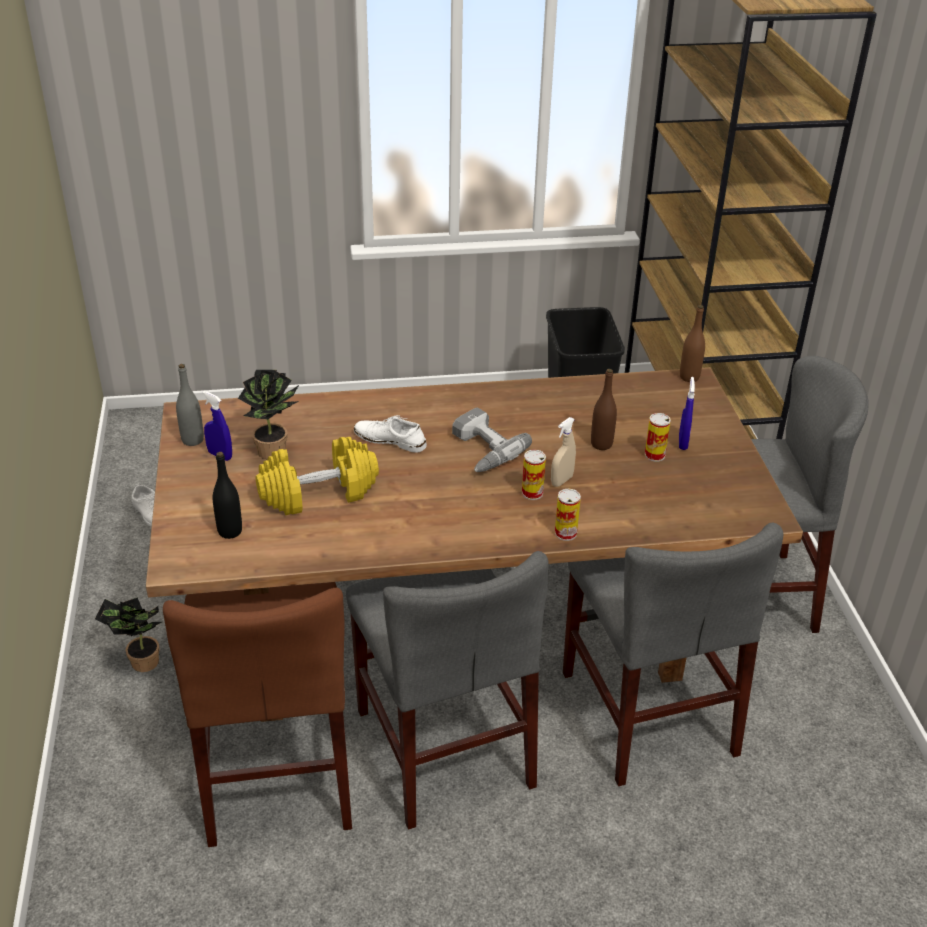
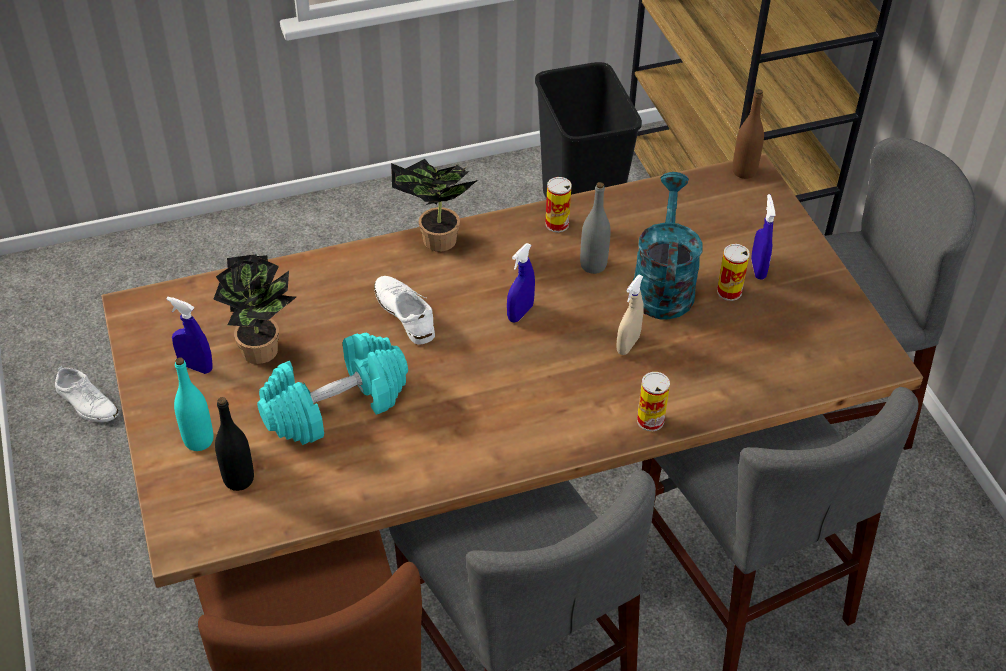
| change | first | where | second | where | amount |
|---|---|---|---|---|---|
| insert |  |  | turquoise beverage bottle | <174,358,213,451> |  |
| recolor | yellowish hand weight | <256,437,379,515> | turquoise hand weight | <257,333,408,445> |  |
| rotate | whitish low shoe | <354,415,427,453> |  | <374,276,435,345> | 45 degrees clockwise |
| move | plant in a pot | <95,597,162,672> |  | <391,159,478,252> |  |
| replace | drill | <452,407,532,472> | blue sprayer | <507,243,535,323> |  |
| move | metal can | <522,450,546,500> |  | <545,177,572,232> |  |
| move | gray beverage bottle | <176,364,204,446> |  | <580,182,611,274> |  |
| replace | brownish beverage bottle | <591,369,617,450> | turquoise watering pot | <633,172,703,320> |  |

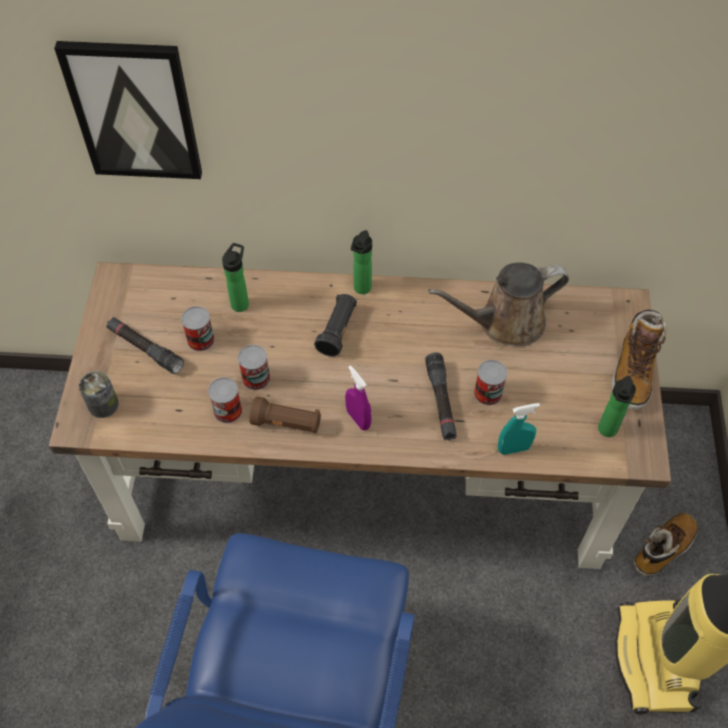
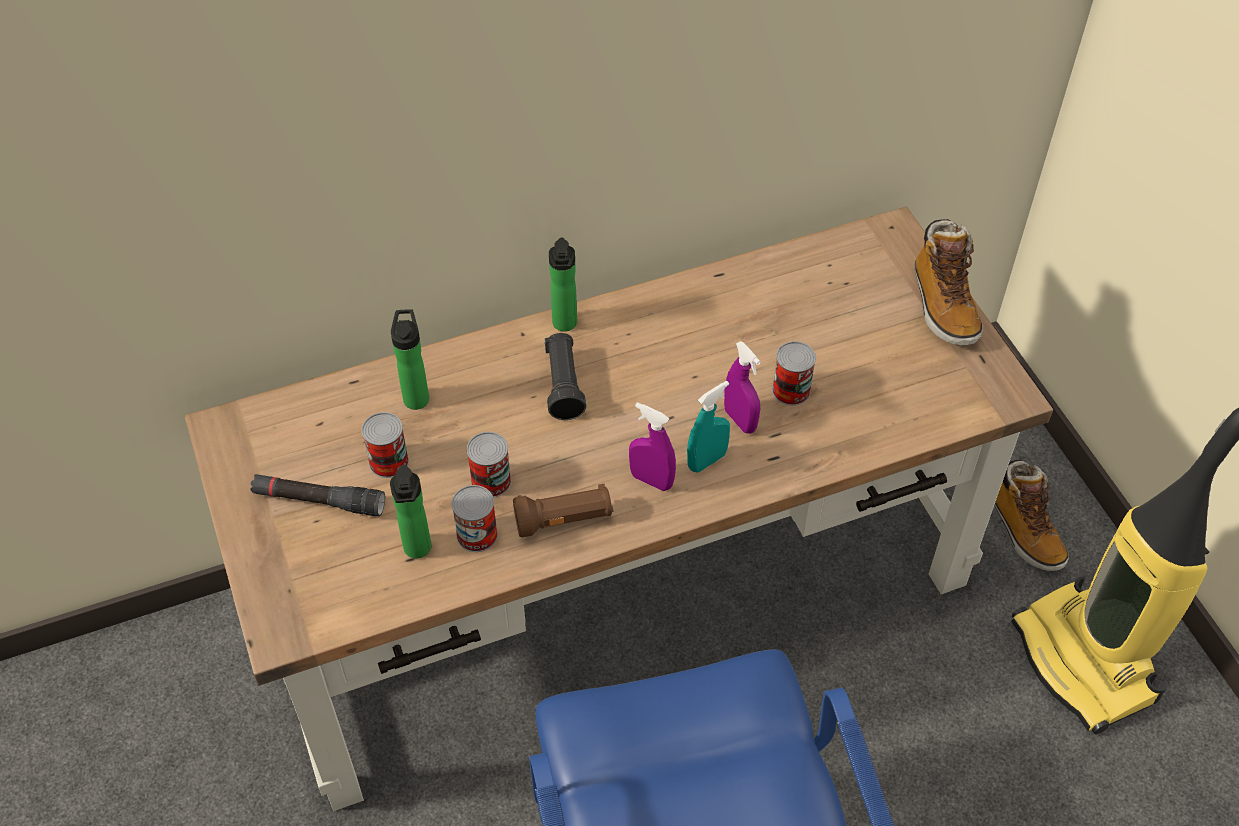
| change | first | where | second | where | amount |
|---|---|---|---|---|---|
| move | beverage bottle | <598,376,636,437> |  | <390,465,431,559> |  |
| move | turquoise sprayer | <498,403,540,455> |  | <687,381,730,473> |  |
| replace | blackish torch | <425,353,457,440> | purple-coloured sprayer | <724,341,761,434> |  |
| rotate | tall boot | <634,513,698,577> |  | <994,460,1069,571> | 135 degrees clockwise |
| delete | wall picture | <54,41,202,179> |  |  |  |
| delete | metal can | <79,371,119,418> |  |  |  |
| delete | brownish watering pot | <428,262,569,346> |  |  |  |

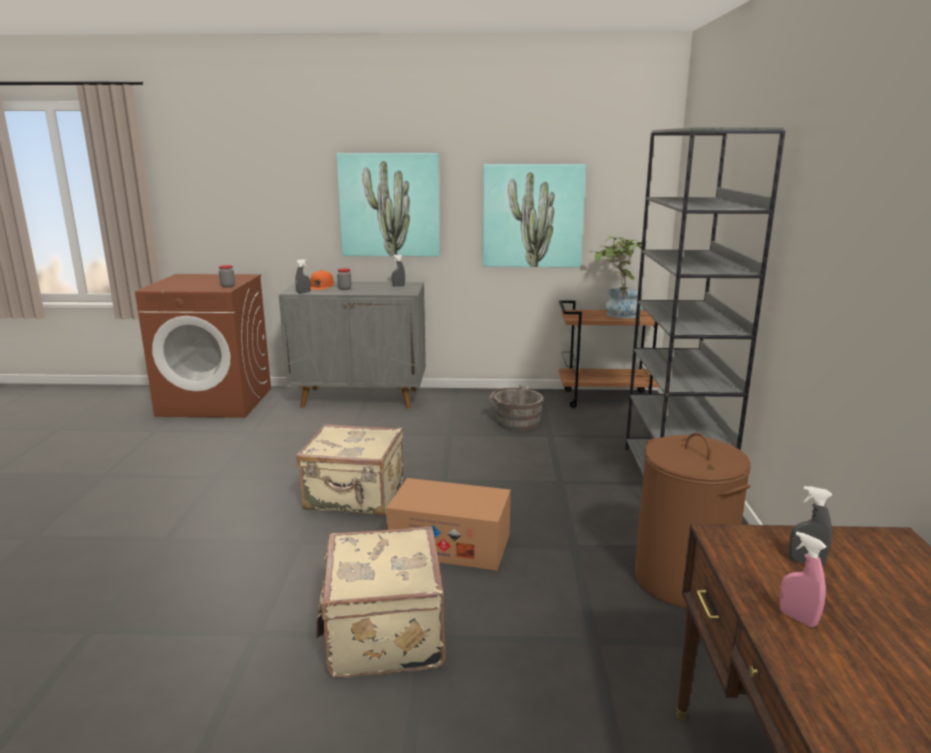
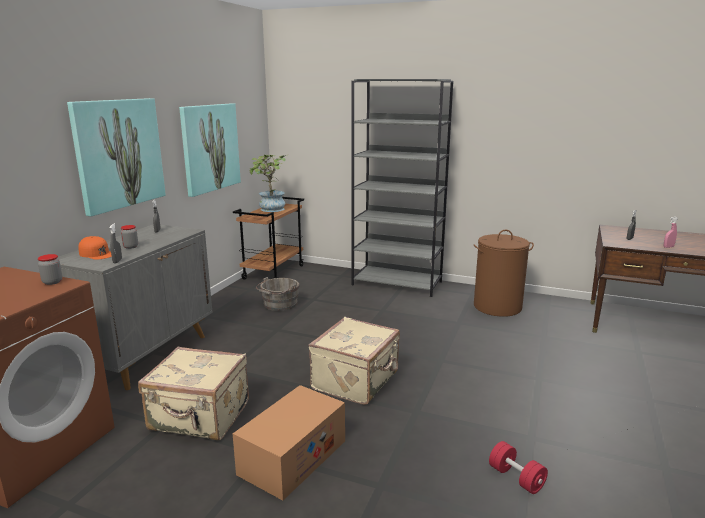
| change | first | where | second | where | amount |
|---|---|---|---|---|---|
| move | beige-coloured piece of luggage | <316,527,445,678> |  | <138,347,249,440> |  |
| move | packing box | <386,478,511,571> |  | <233,385,345,501> |  |
| insert |  |  | red hand weight | <489,441,548,494> |  |

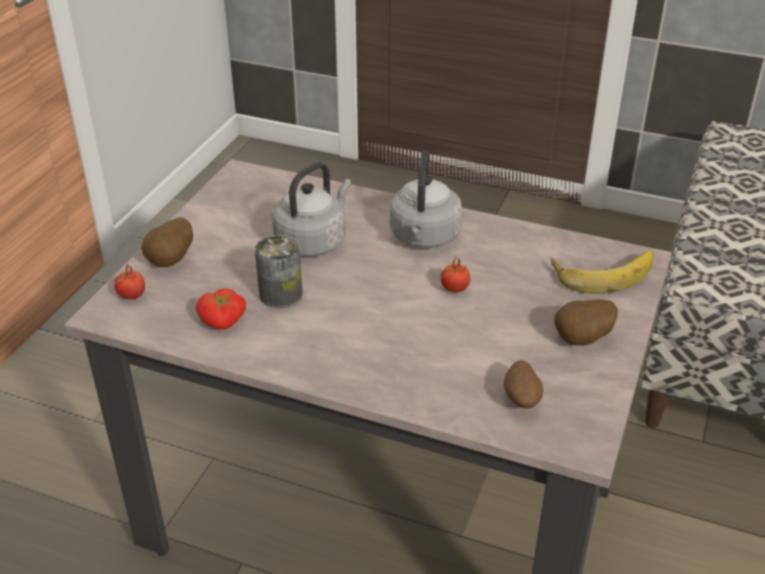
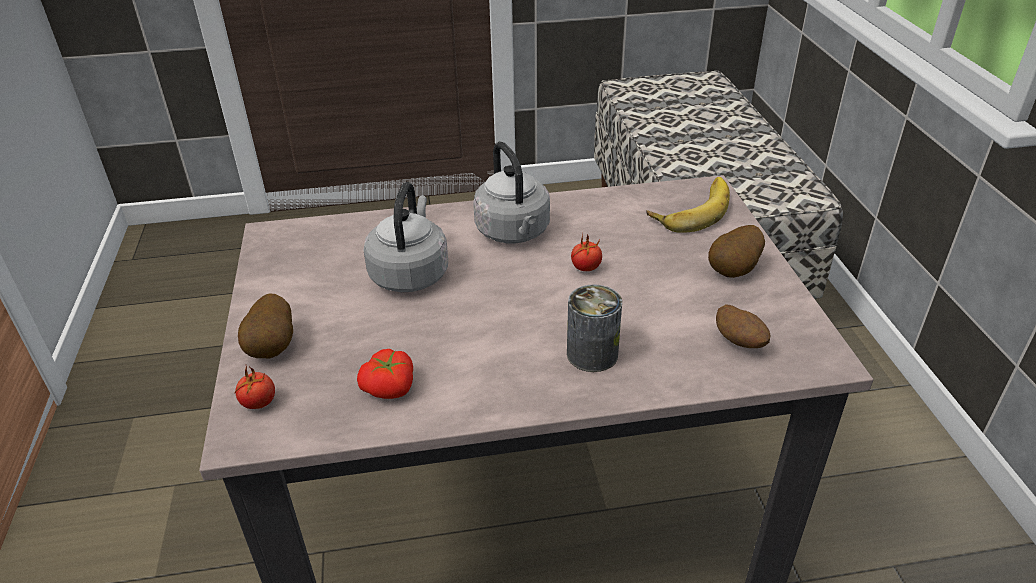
| change | first | where | second | where | amount |
|---|---|---|---|---|---|
| move | metal can | <255,235,303,308> |  | <567,284,622,372> |  |

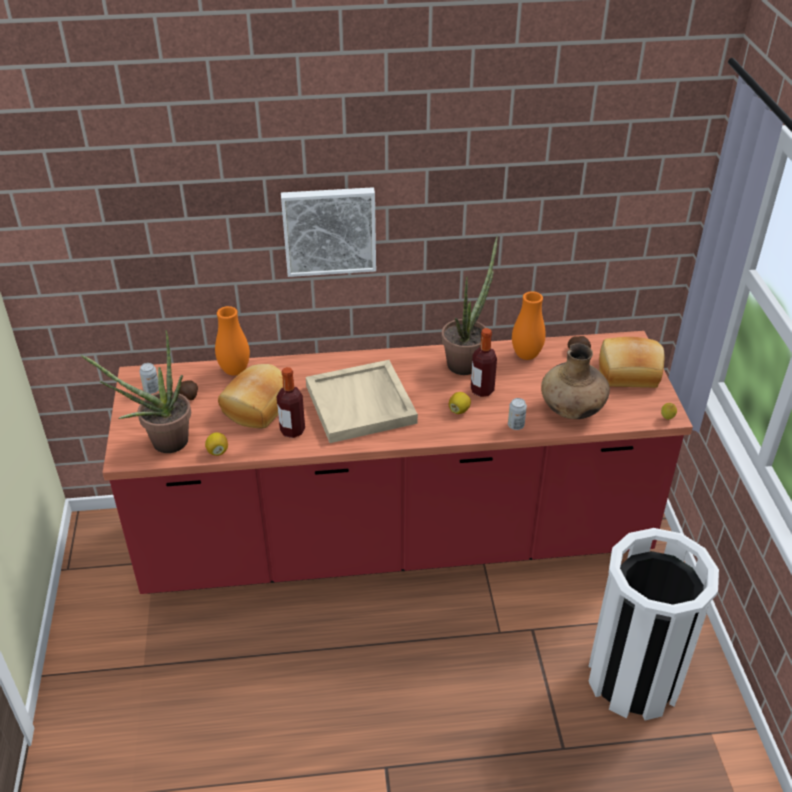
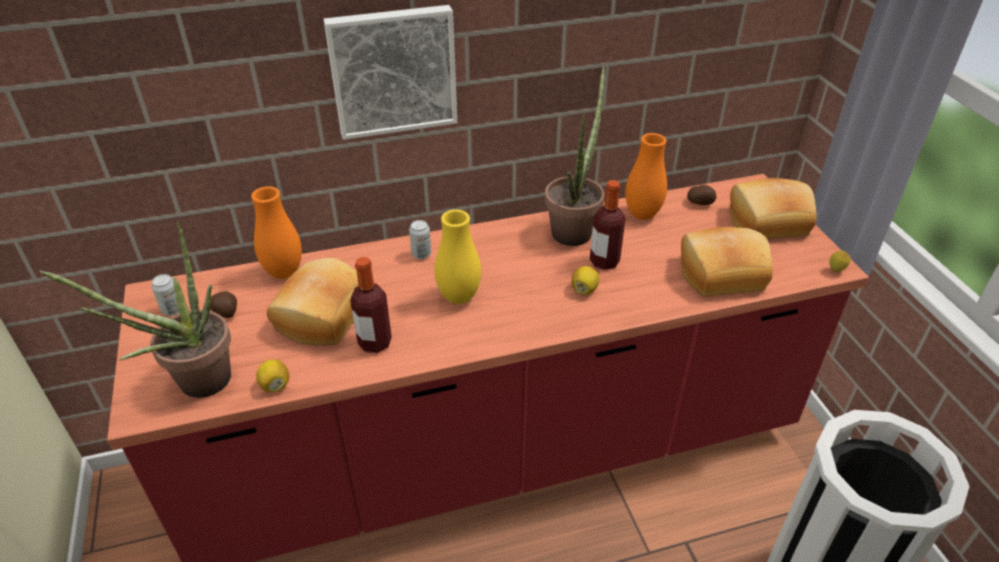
| change | first | where | second | where | amount |
|---|---|---|---|---|---|
| move | metal can | <508,398,527,430> |  | <409,220,431,259> |  |
| replace | beige-coloured carrying tray | <306,360,418,443> | yellowish vase | <435,209,481,304> |  |
| replace | brownish vase | <541,343,610,419> | baked bread | <681,227,773,296> |  |

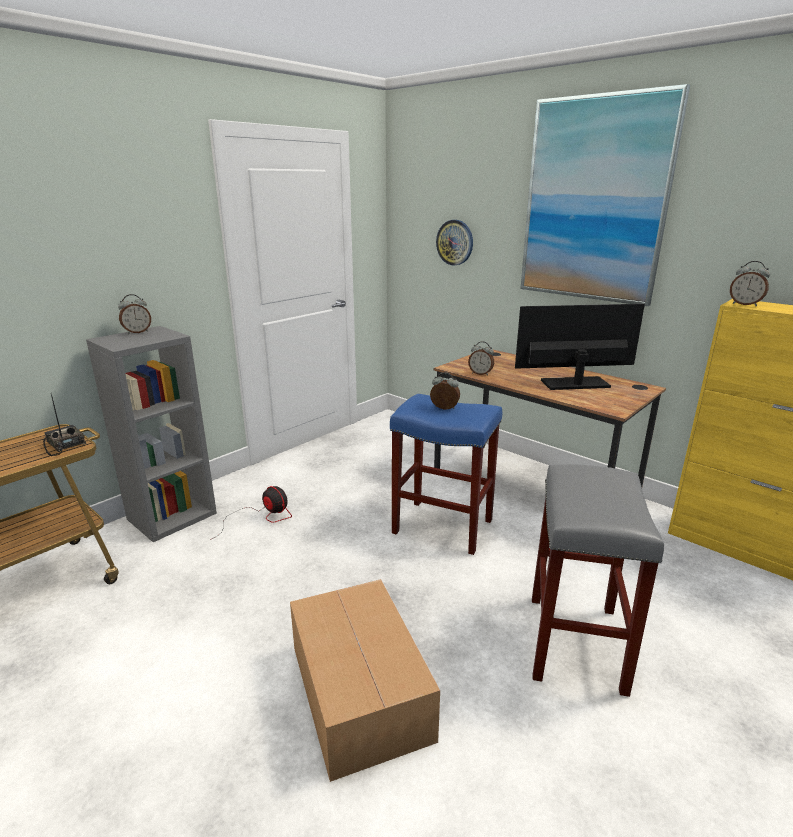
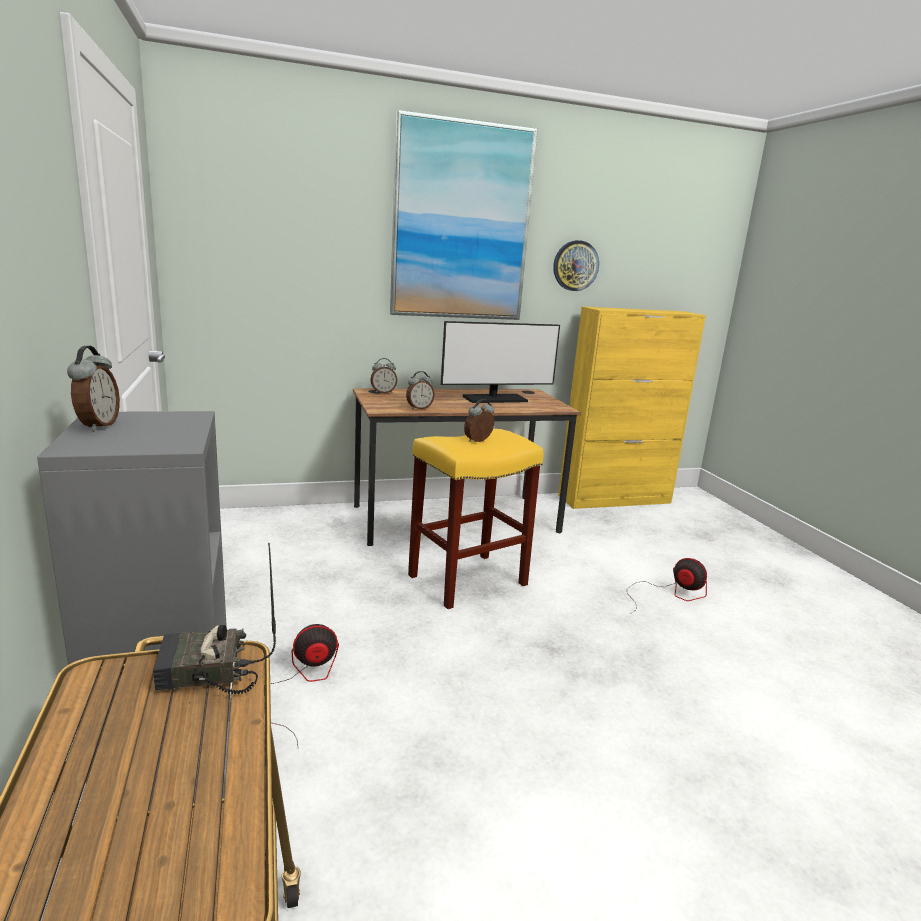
| change | first | where | second | where | amount |
|---|---|---|---|---|---|
| move | table clock | <730,261,770,306> |  | <370,358,397,393> |  |
| recolor | blue stool seat | <390,394,502,555> | yellowish stool seat | <408,429,543,609> |  |
| rotate | monitor | <515,304,645,390> |  | <441,321,560,403> | 135 degrees counterclockwise |
| move | wall clock | <436,220,473,266> |  | <553,240,599,291> |  |
| replace | gray stool seat | <532,464,664,697> | electric fan | <627,558,707,613> |  |
| delete | packing box | <290,579,440,782> |  |  |  |

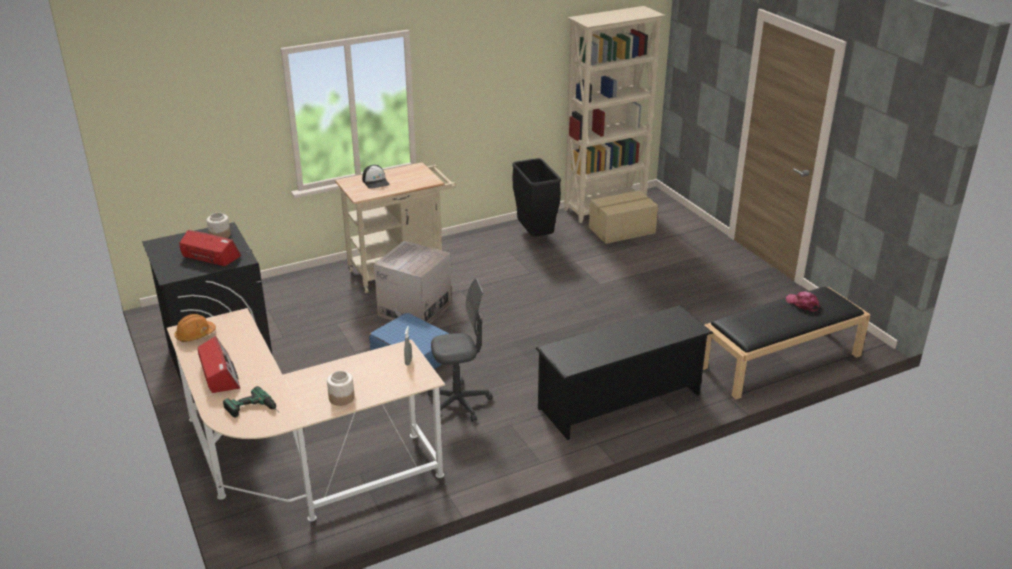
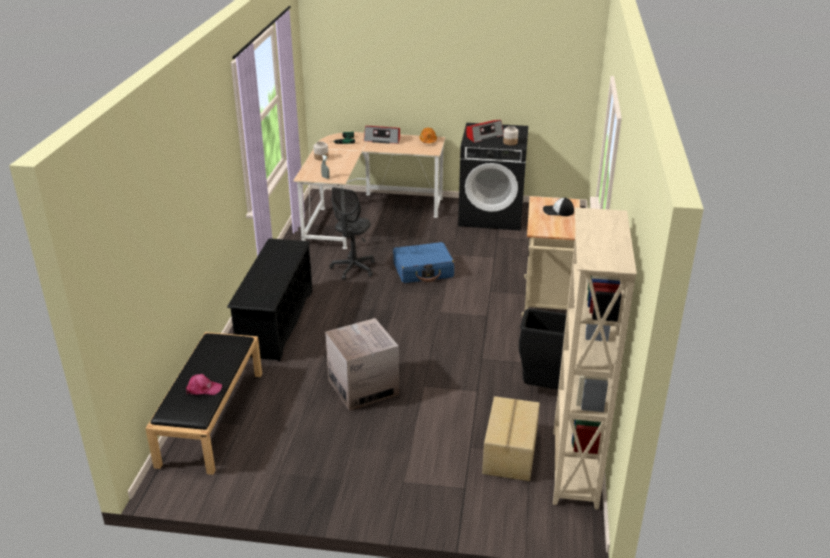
| change | first | where | second | where | amount |
|---|---|---|---|---|---|
| move | packing box | <374,241,452,324> |  | <325,318,399,411> |  |

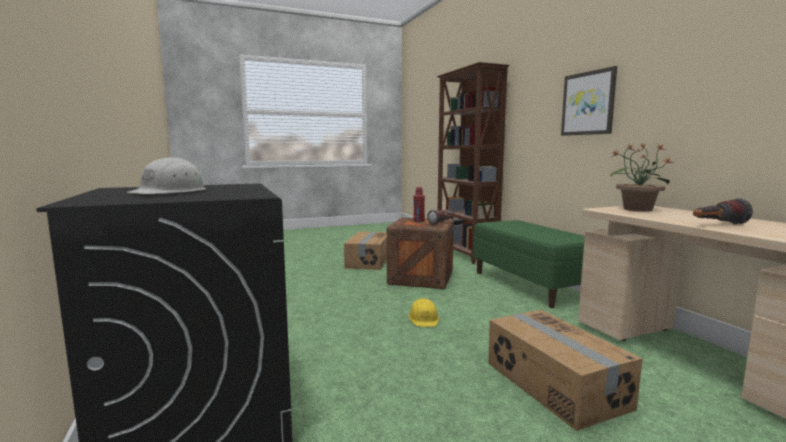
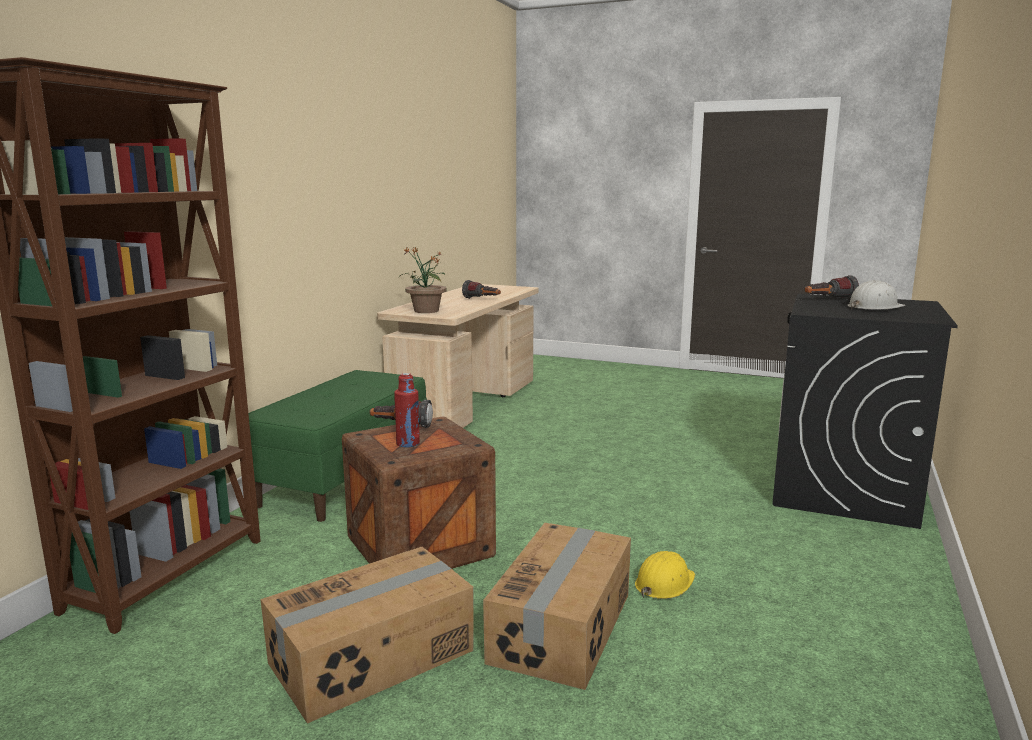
| change | first | where | second | where | amount |
|---|---|---|---|---|---|
| move | packing box | <488,310,643,431> |  | <483,523,631,690> |  |
| move | yellowish safety helmet | <408,298,439,327> |  | <635,551,695,599> |  |
| insert |  |  | torch | <805,275,859,300> |  |
| delete | wall picture | <561,66,617,136> |  |  |  |

